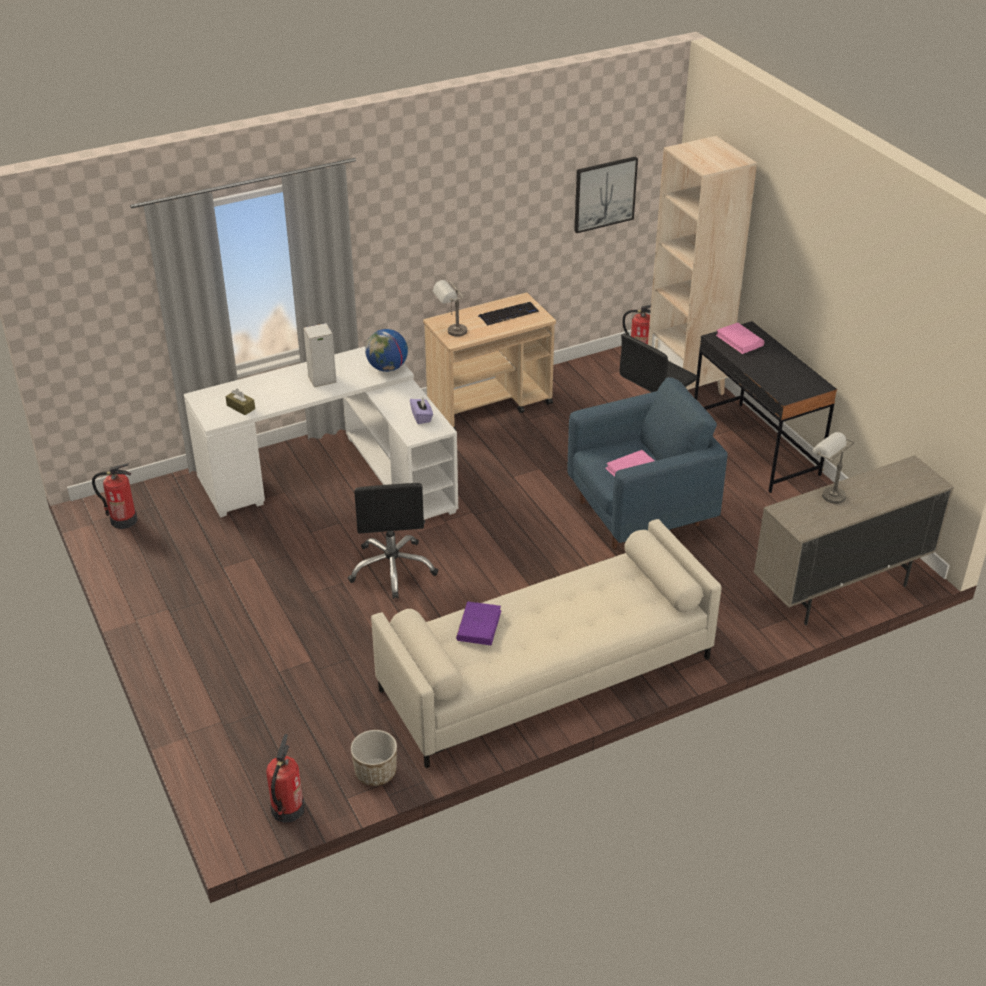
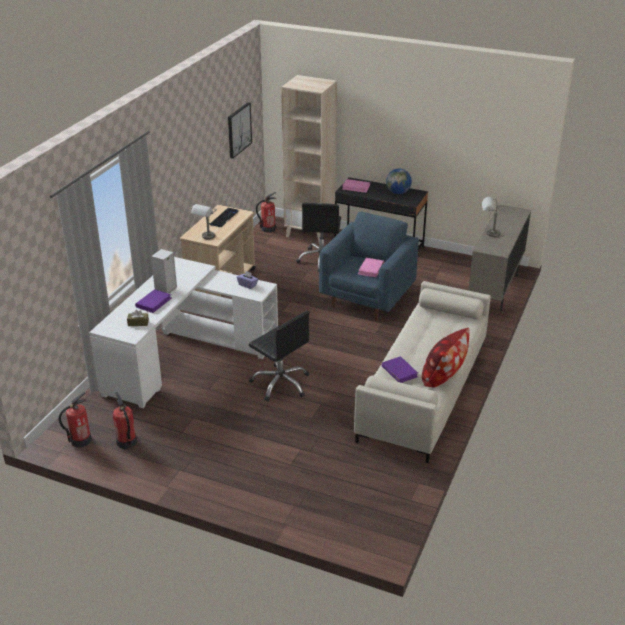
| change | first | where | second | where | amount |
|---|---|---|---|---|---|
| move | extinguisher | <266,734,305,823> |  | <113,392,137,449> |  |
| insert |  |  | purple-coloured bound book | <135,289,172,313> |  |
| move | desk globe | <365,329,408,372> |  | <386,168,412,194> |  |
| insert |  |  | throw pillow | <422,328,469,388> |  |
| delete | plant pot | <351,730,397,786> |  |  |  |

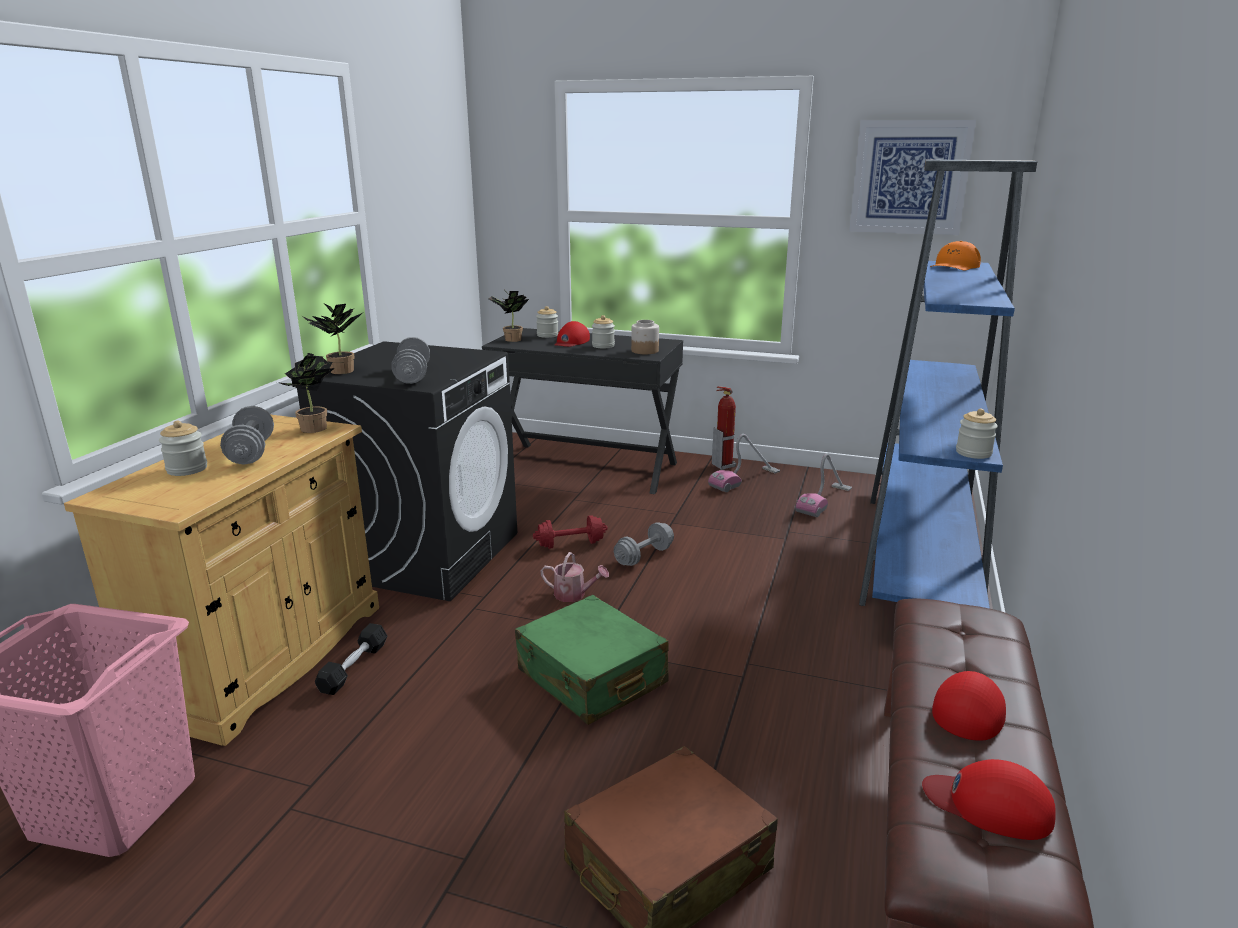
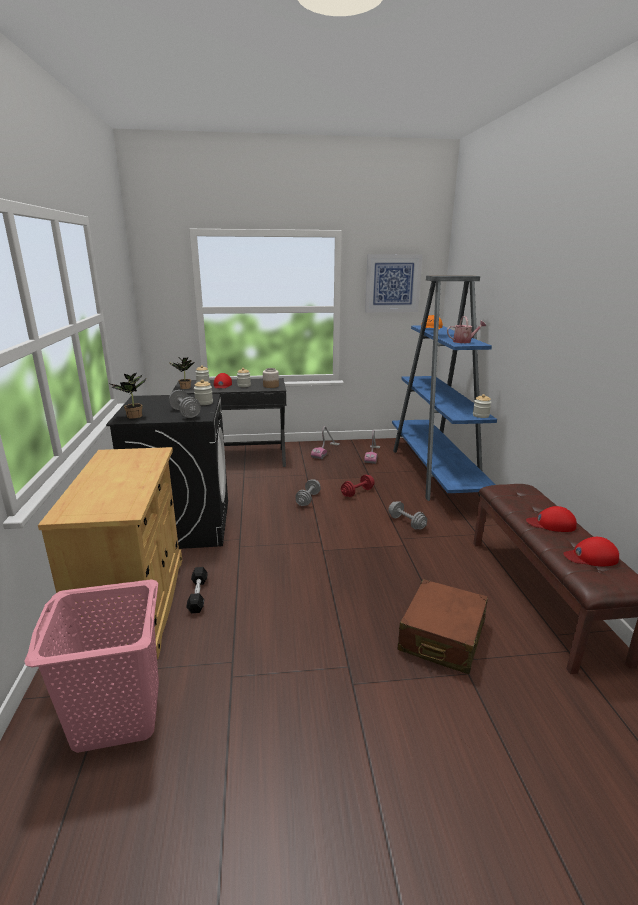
| change | first | where | second | where | amount |
|---|---|---|---|---|---|
| move | jar | <159,421,207,476> |  | <194,379,213,405> |  |
| move | red hand weight | <533,515,608,549> |  | <341,475,375,497> |  |
| move | gray hand weight | <220,406,274,465> |  | <388,501,427,530> |  |
| move | watering pot | <540,552,609,602> |  | <447,316,486,343> |  |
| rotate | red peaked cap | <932,671,1006,741> |  | <526,506,577,532> | 90 degrees counterclockwise |
| delete | plant in a pot | <277,353,335,433> |  |  |  |
| delete | green piece of luggage | <515,595,669,725> |  |  |  |
| delete | extinguisher | <712,386,736,470> |  |  |  |

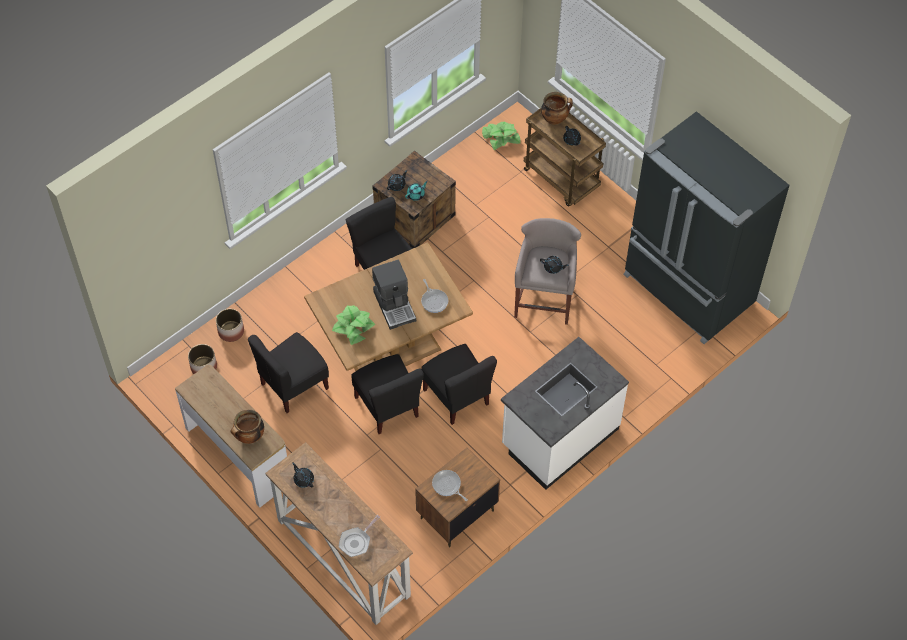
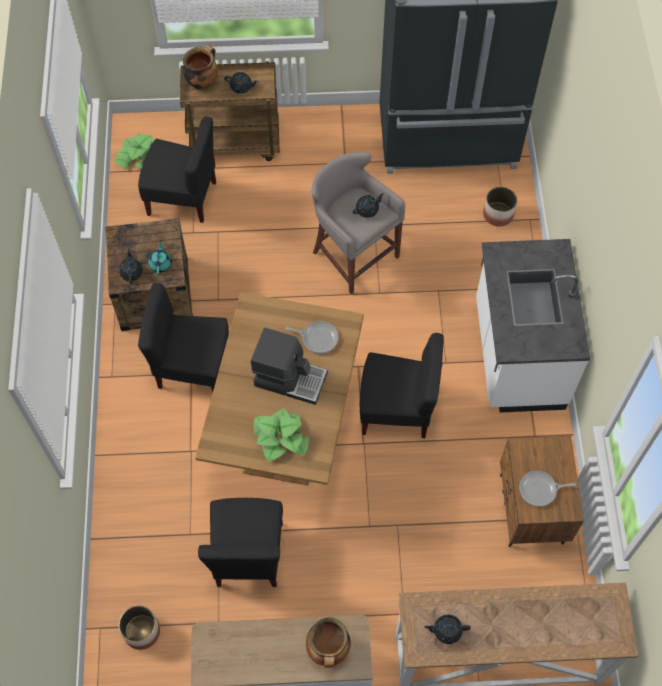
| change | first | where | second | where | amount |
|---|---|---|---|---|---|
| move | blackish plain chair | <352,354,424,434> |  | <138,117,216,223> |  |
| move | plant pot | <216,309,244,342> |  | <483,187,517,227> |  |
| delete | pan | <339,515,380,557> |  |  |  |

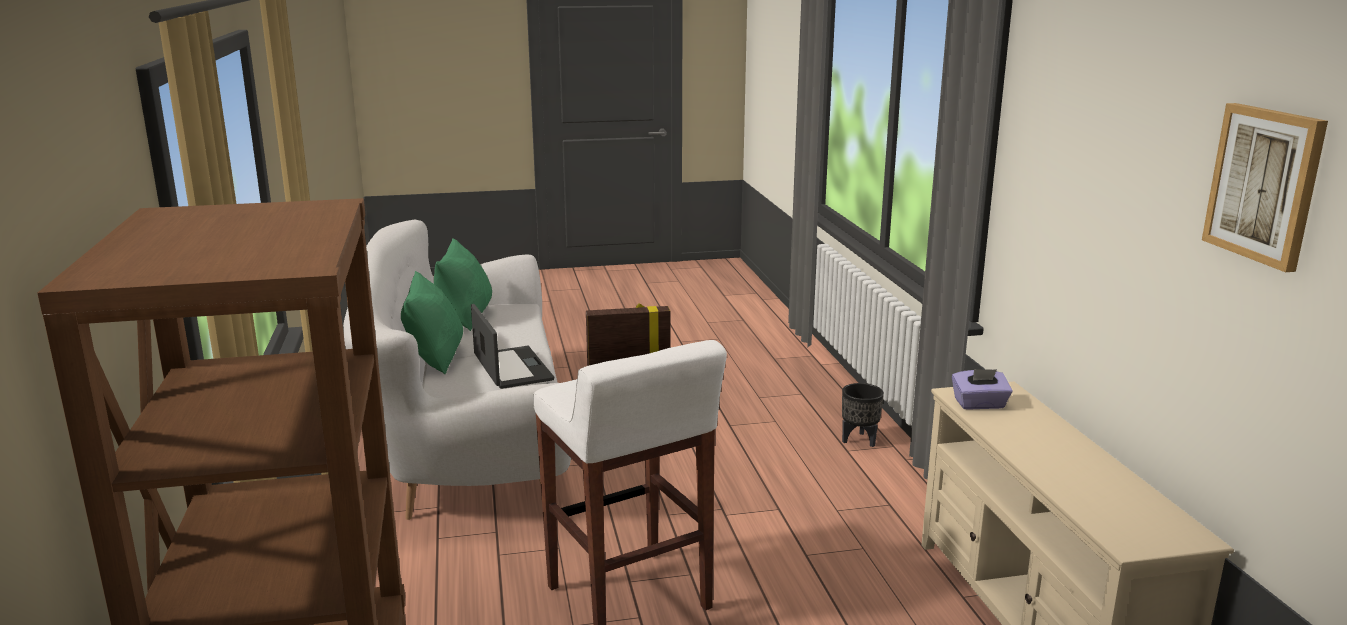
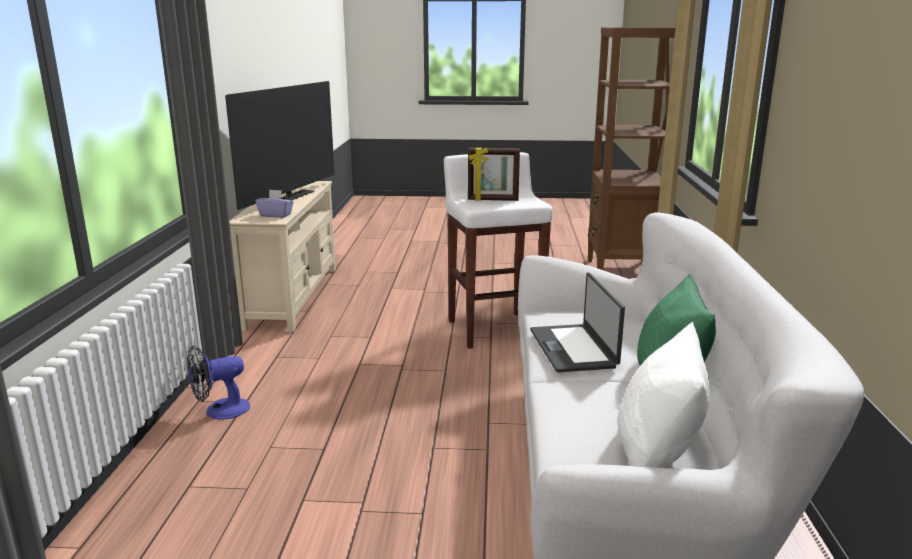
| change | first | where | second | where | amount |
|---|---|---|---|---|---|
| replace | blackish plant pot | <842,383,884,447> | electric fan | <187,346,250,420> |  |
| insert |  |  | television | <225,81,335,210> |  |
| recolor | green throw pillow | <434,238,492,331> | whitish throw pillow | <617,322,710,468> |  |
| delete | wall picture | <1202,103,1328,272> |  |  |  |

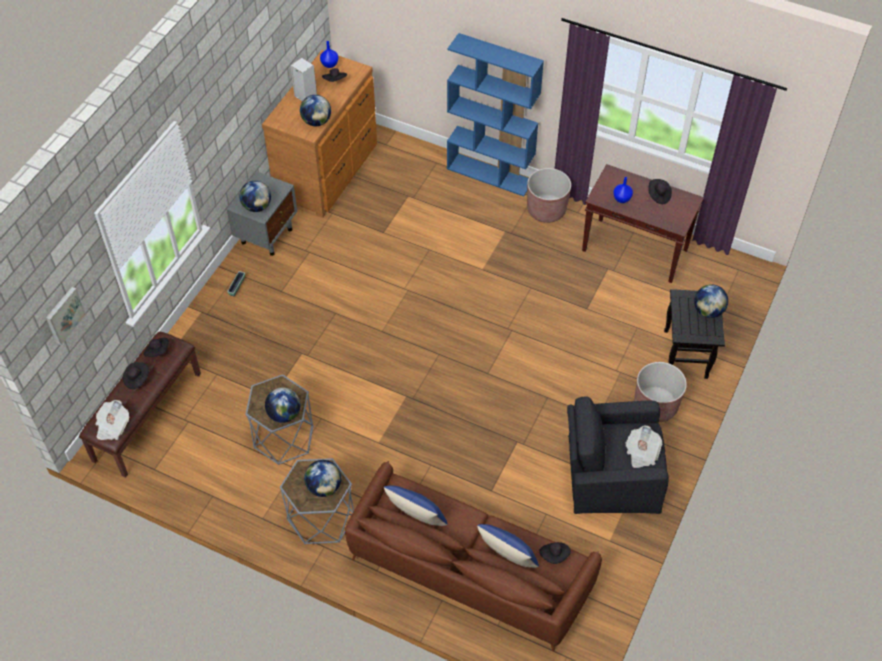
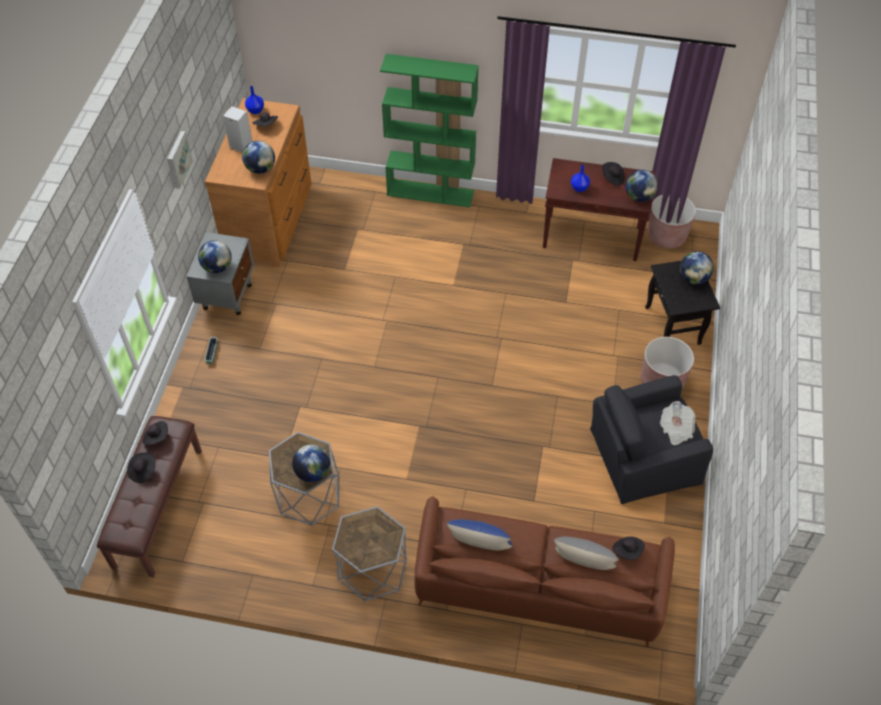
| change | first | where | second | where | amount |
|---|---|---|---|---|---|
| move | wall picture | <46,287,86,345> |  | <167,131,193,189> |  |
| recolor | blue shelving unit | <447,33,544,196> | green shelving unit | <380,54,479,207> |  |
| recolor | blue throw pillow | <477,524,539,568> | gray throw pillow | <554,536,619,570> |  |
| move | desk globe | <304,460,341,497> |  | <625,170,658,202> |  |
| move | brownish plant pot | <527,168,571,223> |  | <648,194,696,248> |  |
| delete | printed paper | <95,400,129,440> |  |  |  |

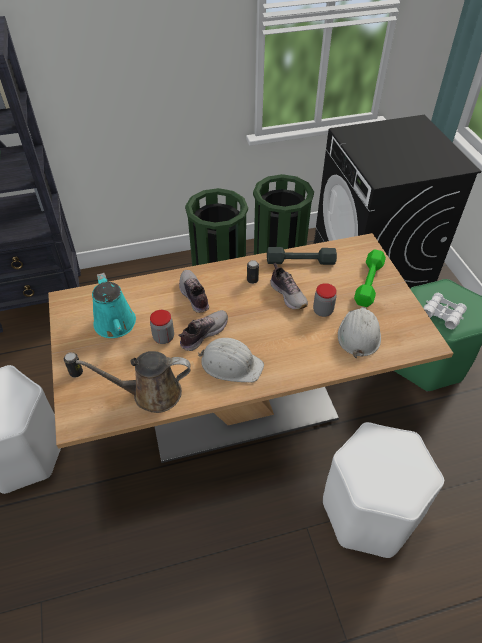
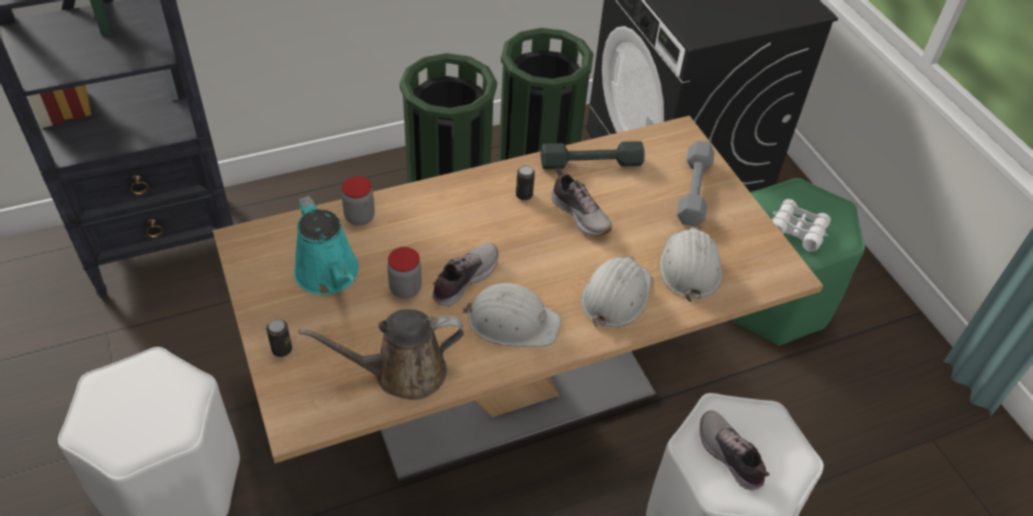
| change | first | where | second | where | amount |
|---|---|---|---|---|---|
| move | jar | <313,283,337,317> |  | <341,176,375,226> |  |
| insert |  |  | whitish safety helmet | <581,257,652,327> |  |
| recolor | green hand weight | <354,249,386,307> | gray hand weight | <677,141,715,227> |  |
| move | low shoe | <179,270,209,313> |  | <700,410,770,490> |  |

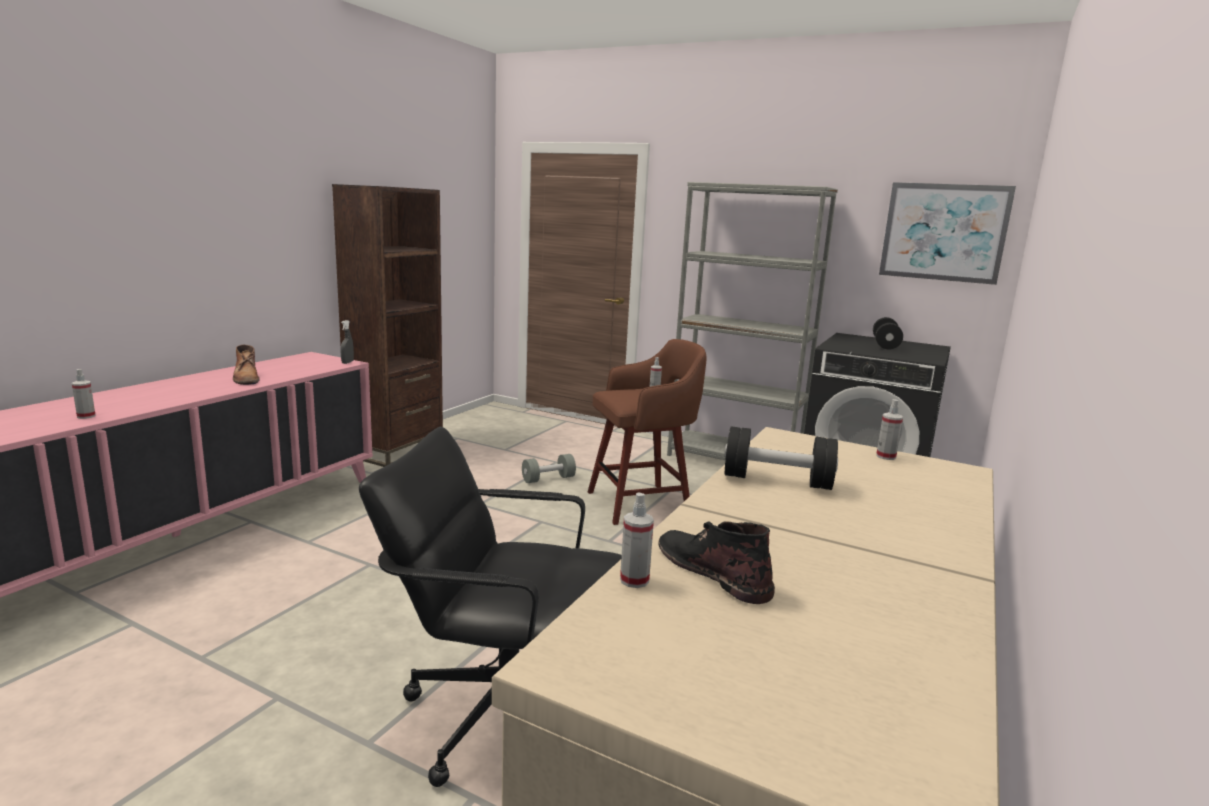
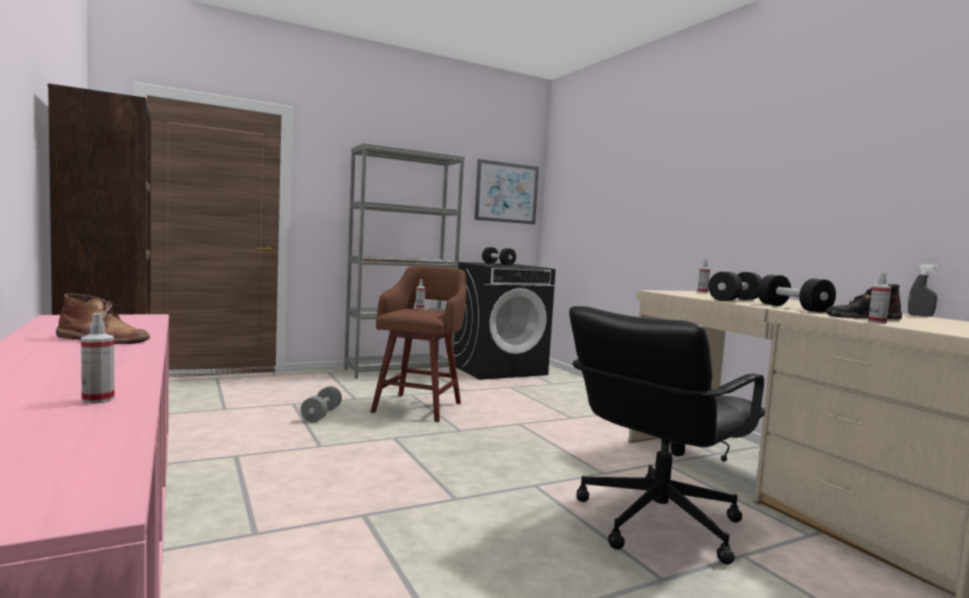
| change | first | where | second | where | amount |
|---|---|---|---|---|---|
| insert |  |  | blackish hand weight | <758,275,836,313> |  |
| move | gray sprayer | <340,320,354,364> |  | <908,264,938,317> |  |

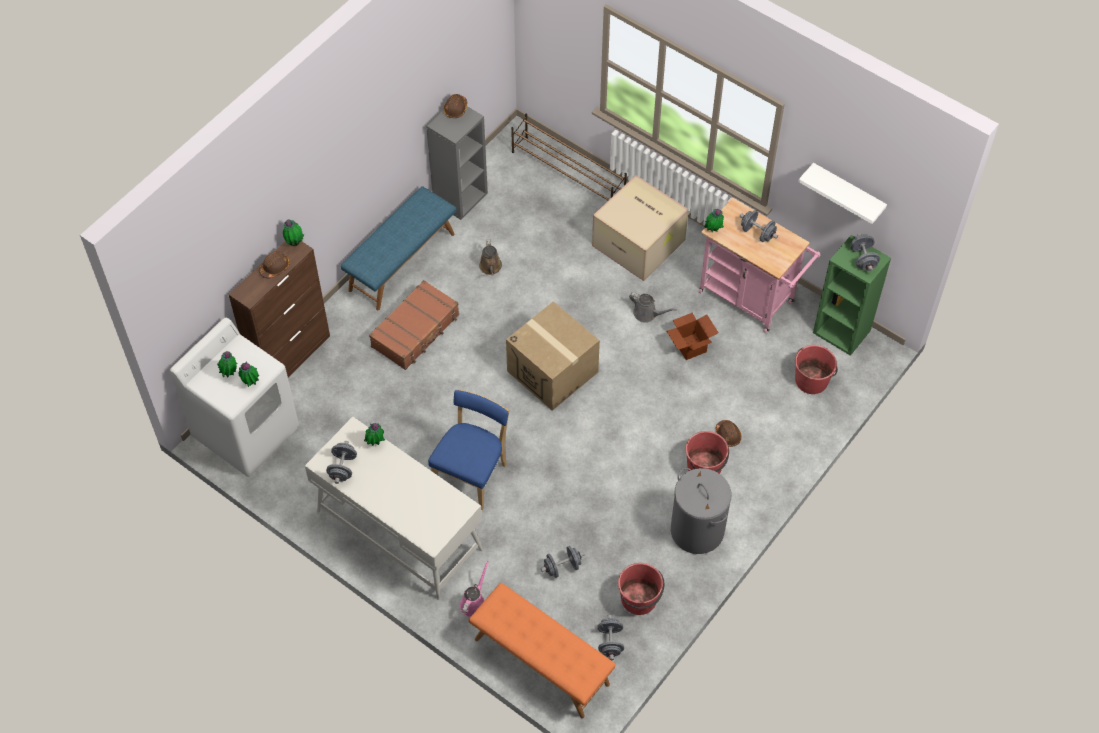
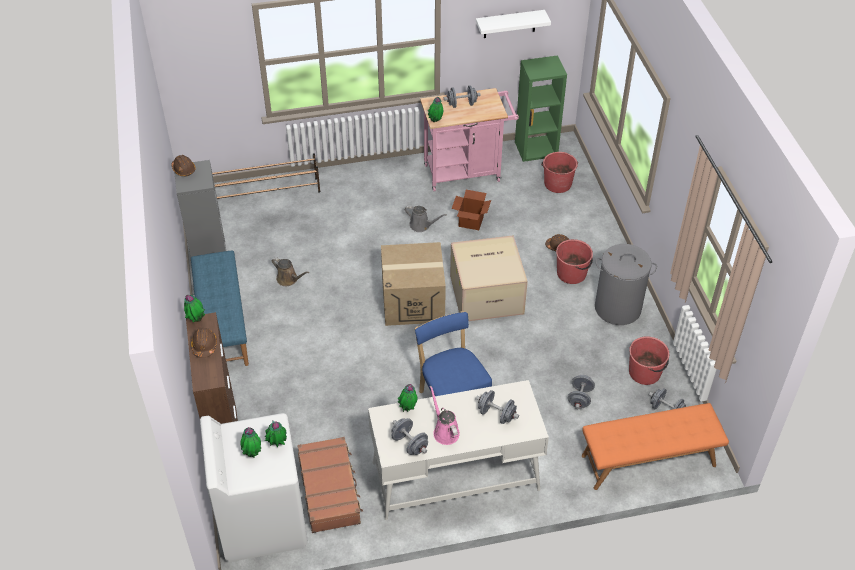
| change | first | where | second | where | amount |
|---|---|---|---|---|---|
| move | brownish piece of luggage | <369,280,459,370> |  | <297,437,363,533> |  |
| rotate | gray watering pot | <629,292,677,323> |  | <405,205,447,232> | 45 degrees clockwise |
| move | pinkish watering pot | <460,561,489,617> |  | <430,386,460,445> |  |
| move | packing box | <592,175,689,281> |  | <450,235,528,321> |  |
| move | gray hand weight | <850,233,880,272> |  | <476,390,519,424> |  |

